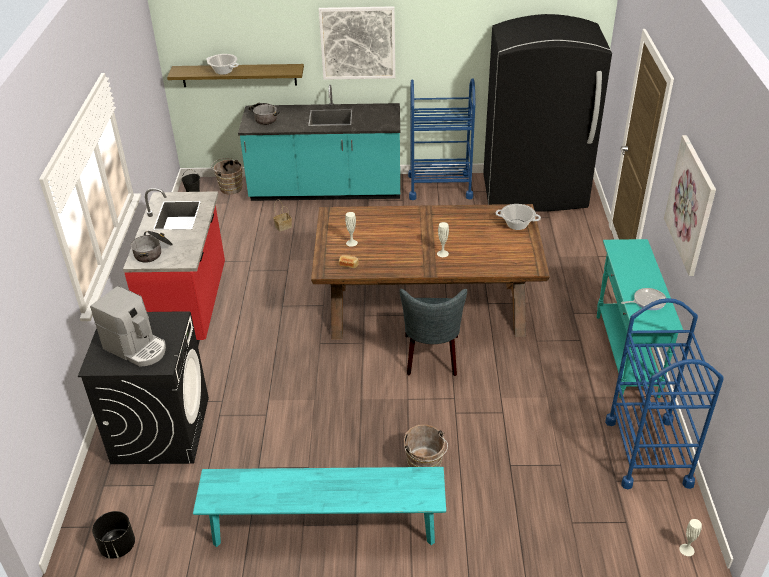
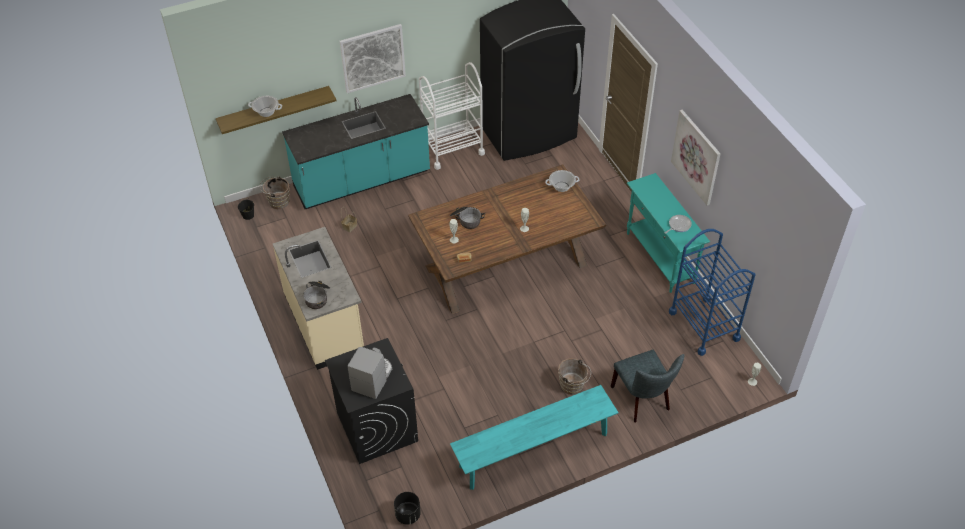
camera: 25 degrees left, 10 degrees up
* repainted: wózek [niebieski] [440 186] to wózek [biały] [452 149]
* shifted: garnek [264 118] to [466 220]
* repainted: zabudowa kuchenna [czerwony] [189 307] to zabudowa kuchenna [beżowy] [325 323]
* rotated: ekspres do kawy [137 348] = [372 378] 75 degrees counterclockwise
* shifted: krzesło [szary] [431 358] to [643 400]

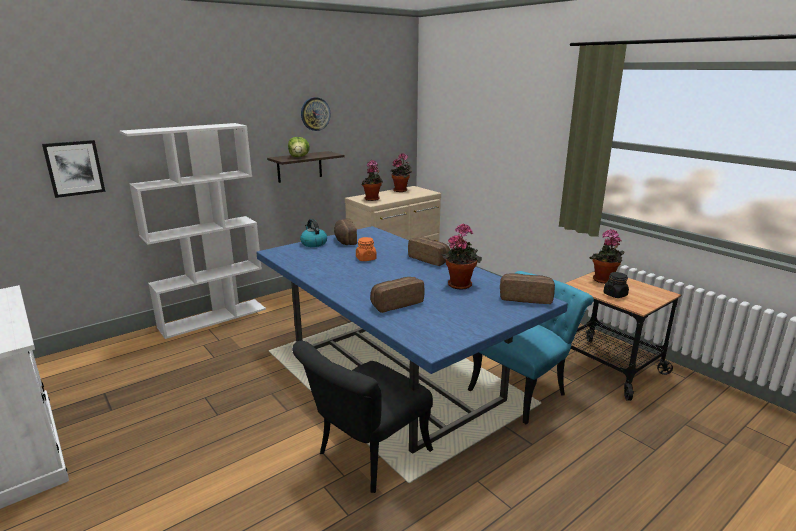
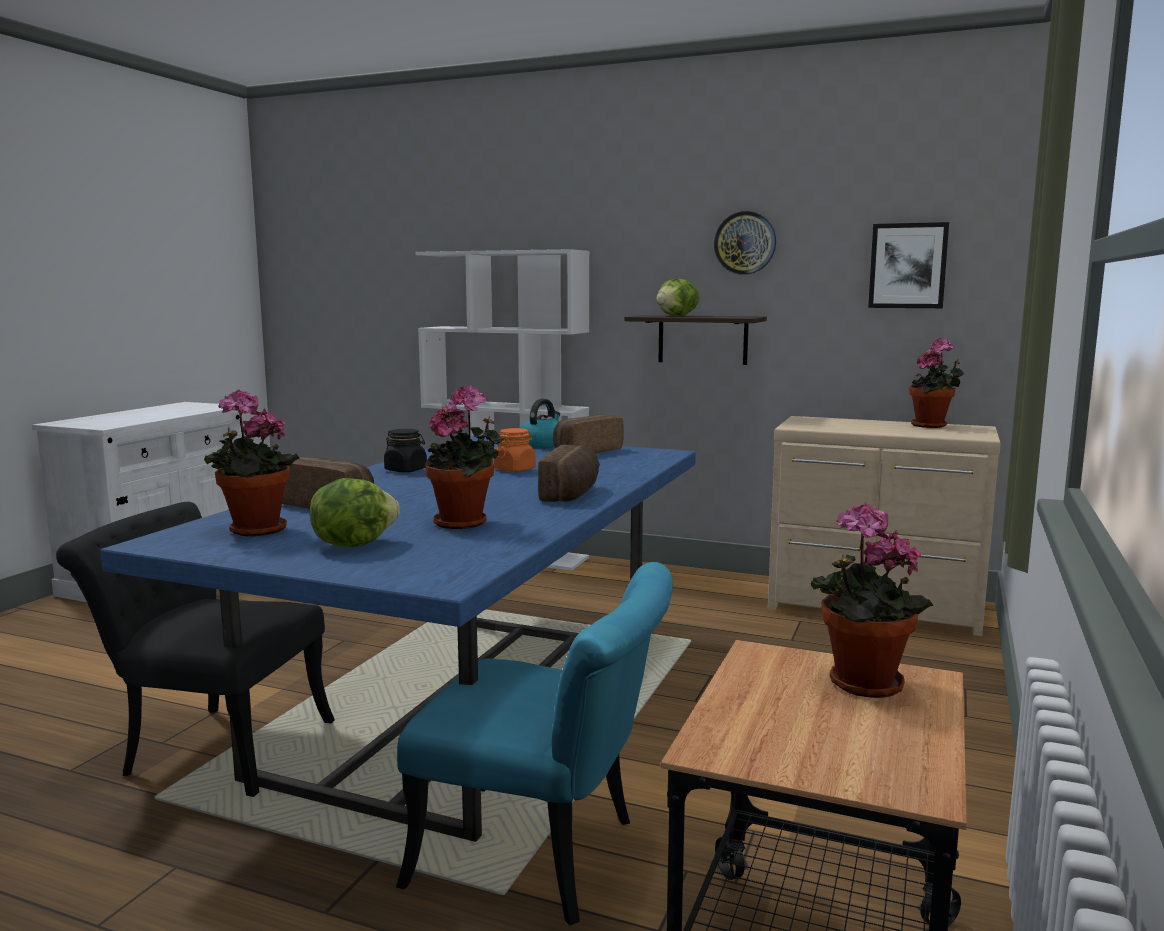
camera: 60 degrees right, 10 degrees down
* shifted: obraz [74 168] to [908 266]
* shifted: roślina doniczkowa [372 199] to [253 531]
* shifted: słoik [czarny] [615 294] to [406 470]
* gone: chleb [525 298]
* new: sałata [353 544]

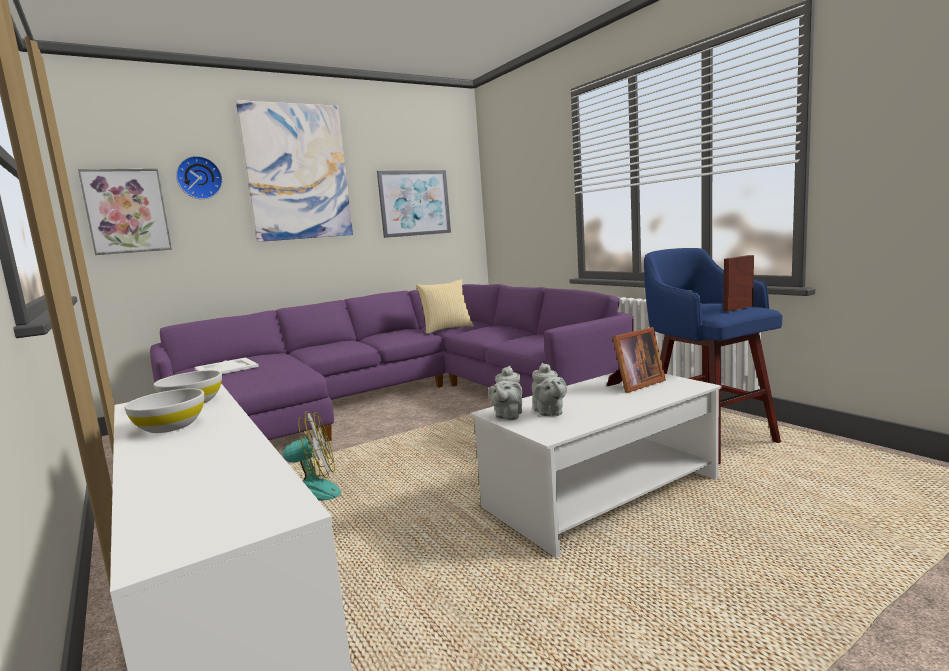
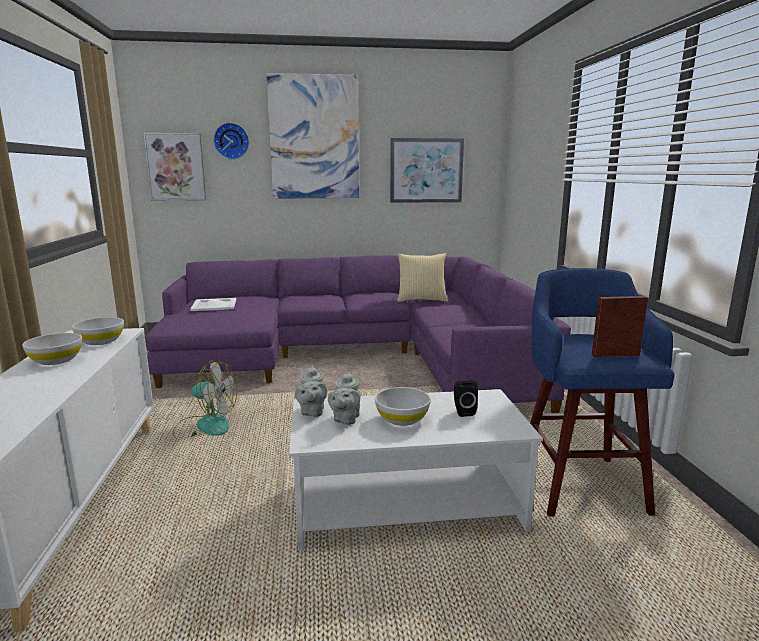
camera: 25 degrees right, 5 degrees up
* swapped: ramka na zdjęcie [634 385] to głośnik [czarny] [463 411]
* rotated: imbryk [szary] [508 416] = [312 412] 45 degrees counterclockwise
* new: miska [biały] [402 419]

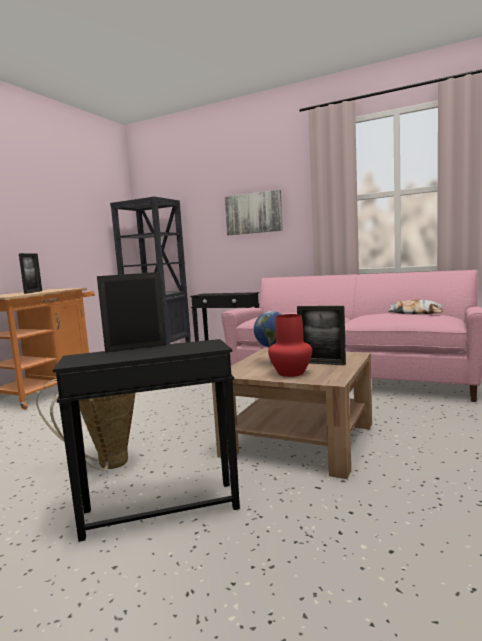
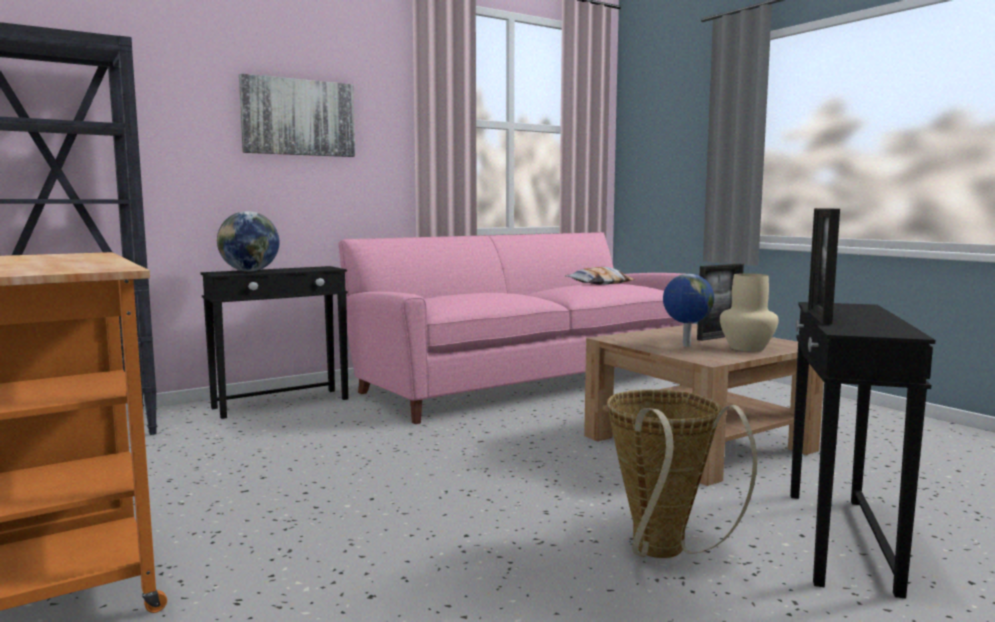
camera: 60 degrees left, 0 degrees up
* gone: ramka na zdjęcie [33 292]
* repainted: wazon [czerwony] [291 373] to wazon [beżowy] [747 348]
* new: globus [250 271]

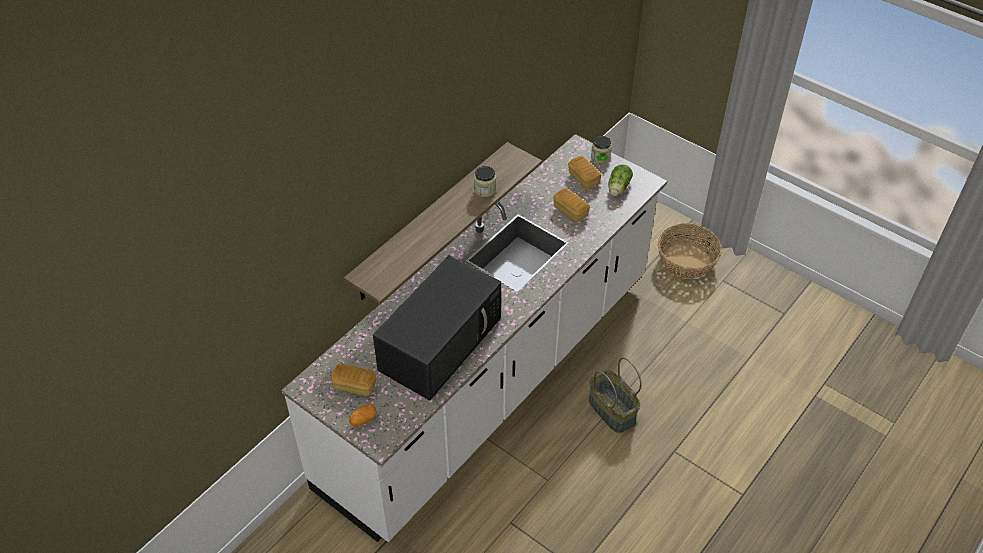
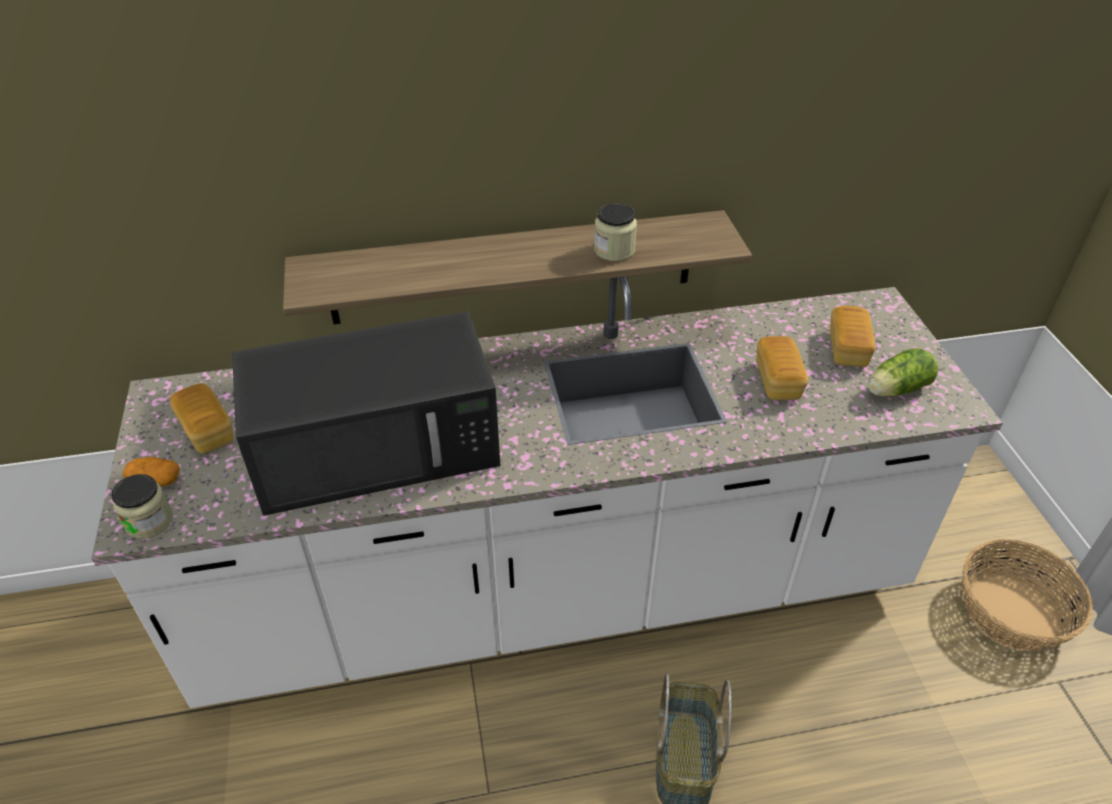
camera: 40 degrees right, 5 degrees down
* shifted: słoik [600 157] to [149 521]

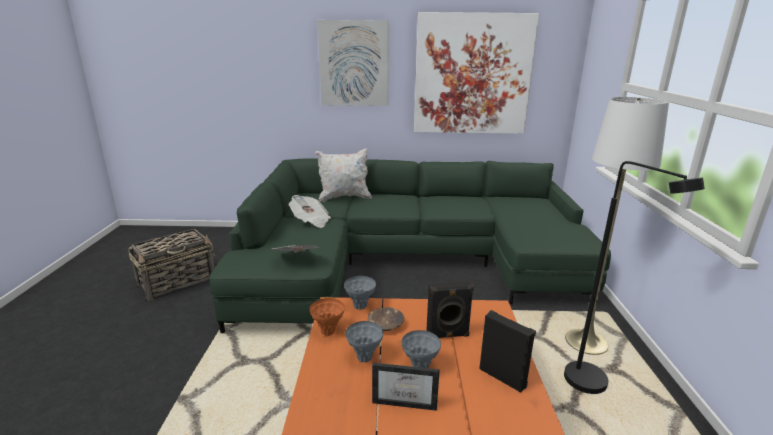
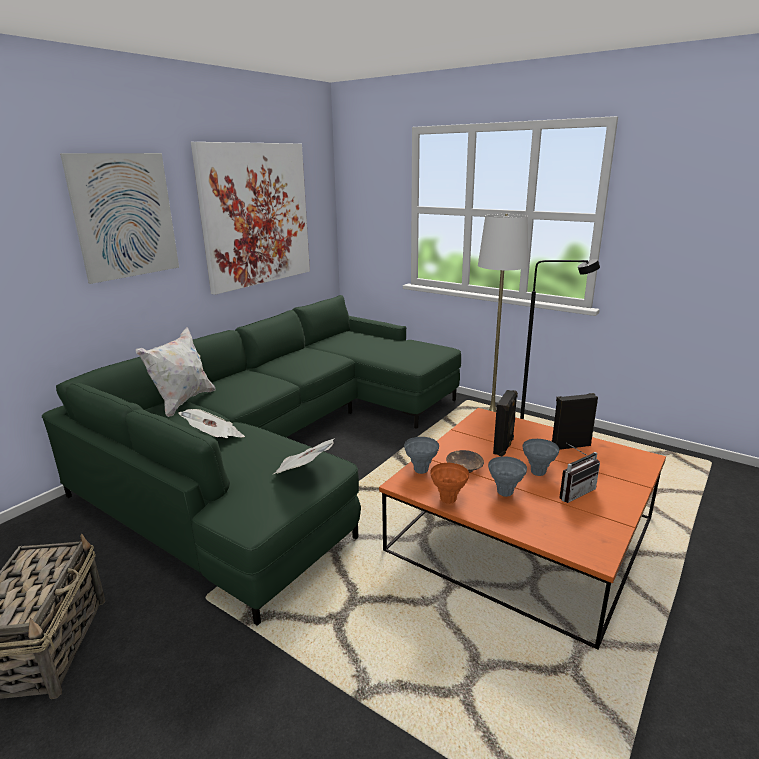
camera: 55 degrees left, 0 degrees up
* swapped: ramka na zdjęcie [406 400] to radio [573 491]

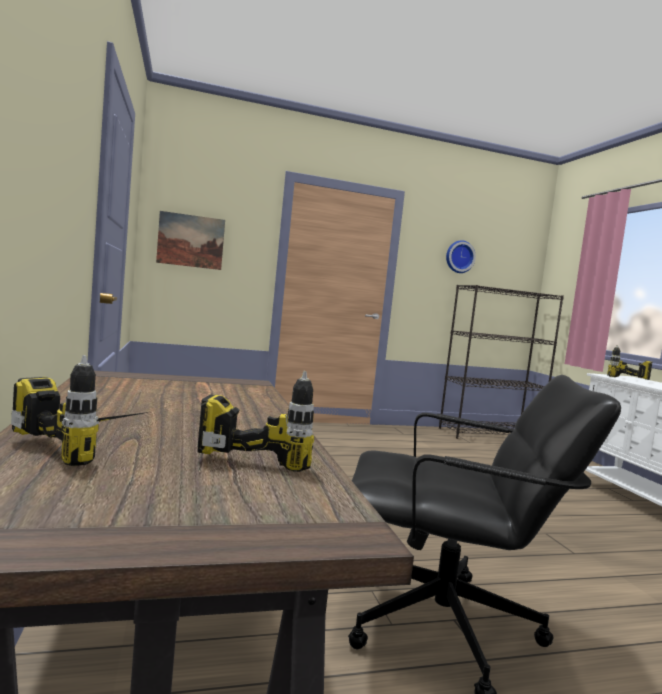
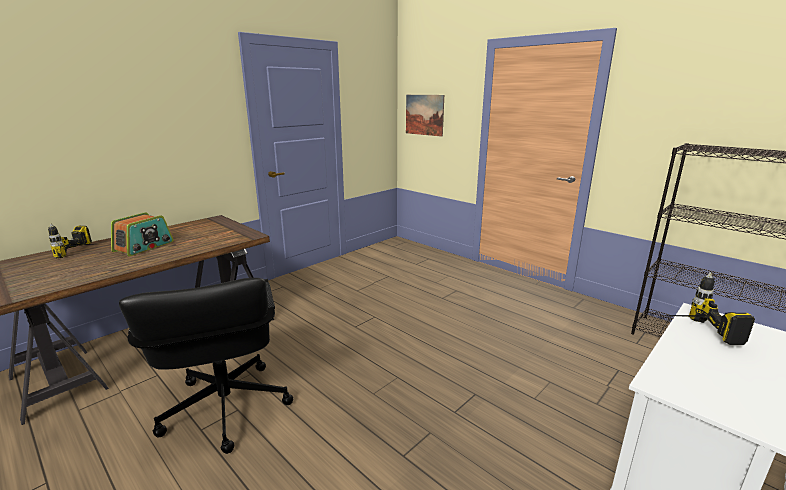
camera: 60 degrees right, 15 degrees up
* gone: zegar ścienny [459 257]
* gone: wiertarka [263 453]
* new: radio [144 246]

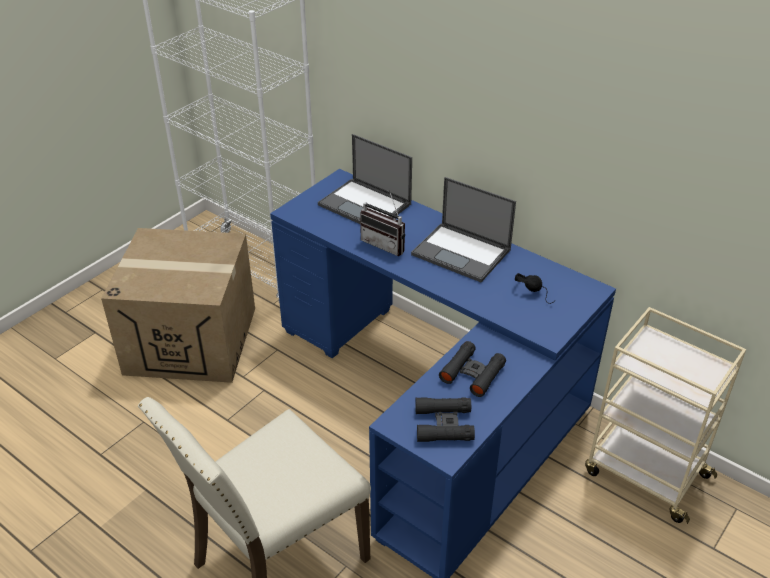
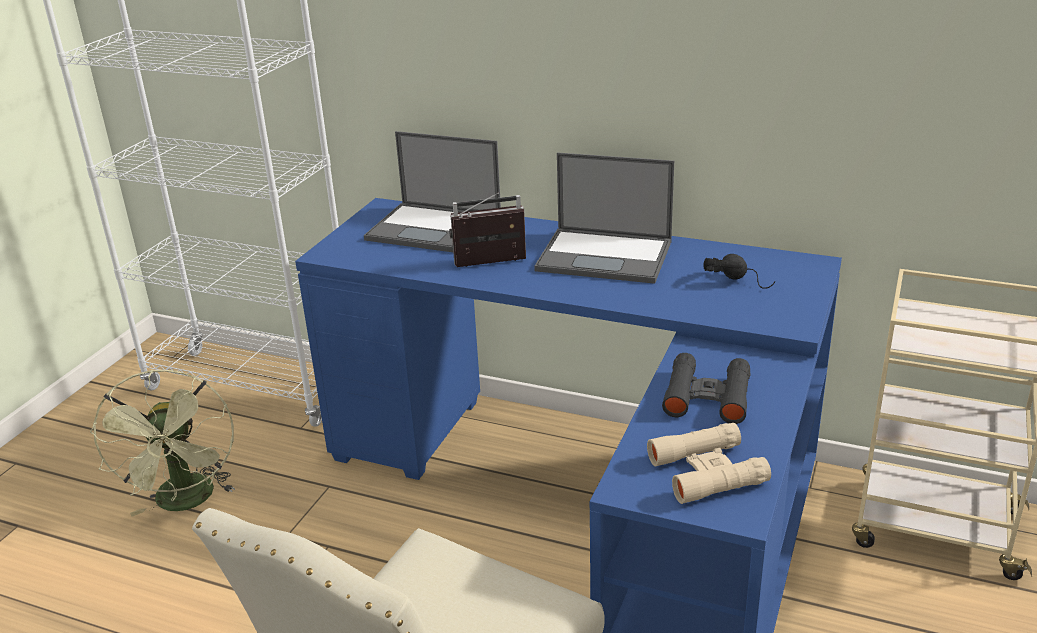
camera: 15 degrees left, 10 degrees down
* rotated: radio [386 244] = [490 265] 150 degrees clockwise
* swapped: karton [192 340] to wentylator [zielony] [186 502]
* repainted: lornetka [czarny] [444 424] to lornetka [beżowy] [707 471]

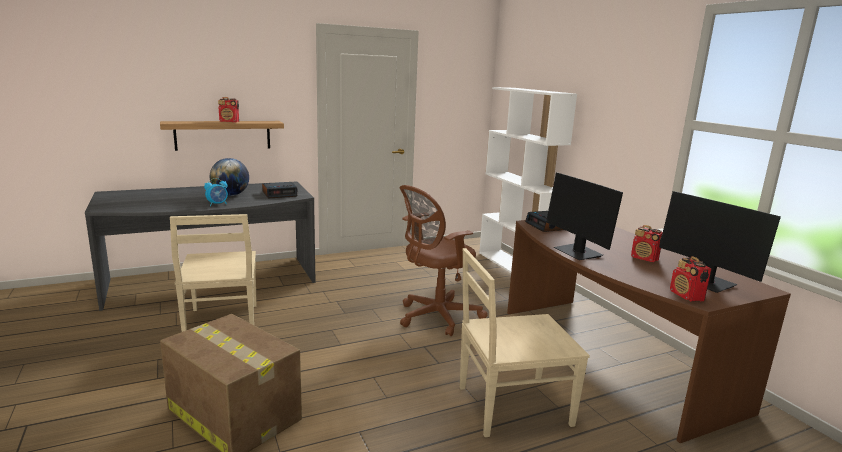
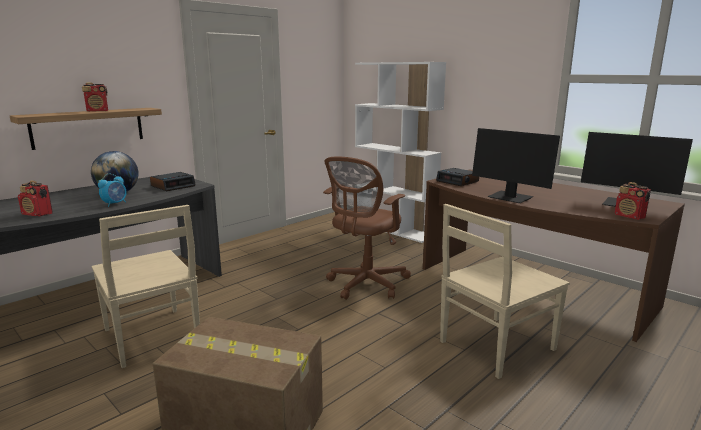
camera: 20 degrees left, 0 degrees up
* shifted: radio [644 259] to [37 214]

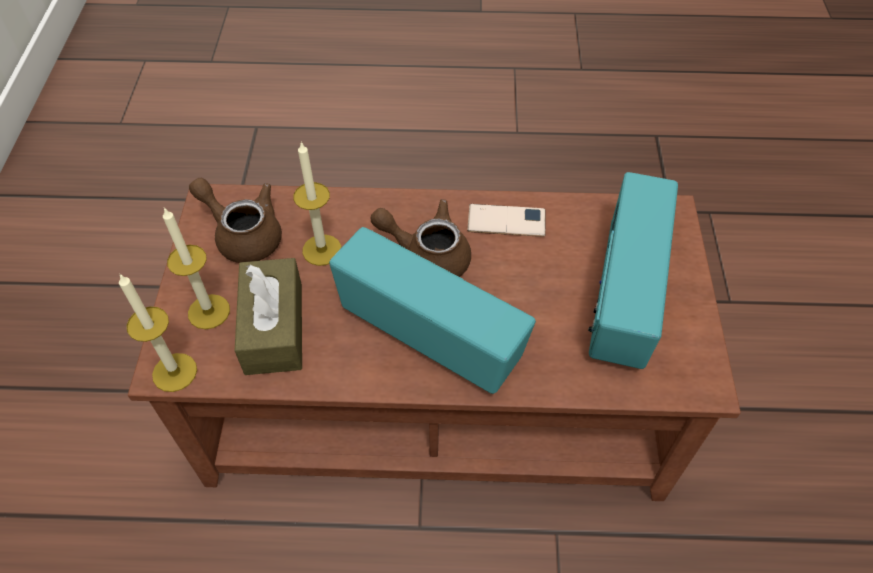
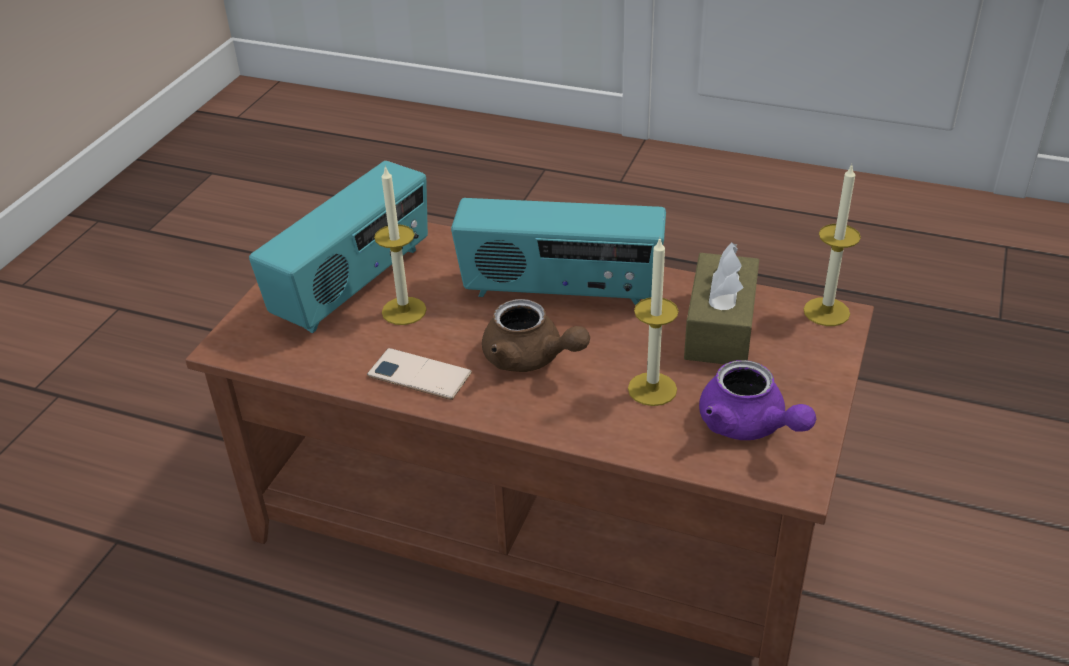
camera: 160 degrees left, 15 degrees down
* repainted: imbryk [brązowy] [243 234] to imbryk [fioletowy] [749 426]
* shifted: świeca [209 311] to [404 311]
* rotated: radio [431 336] = [560 292] 45 degrees counterclockwise

